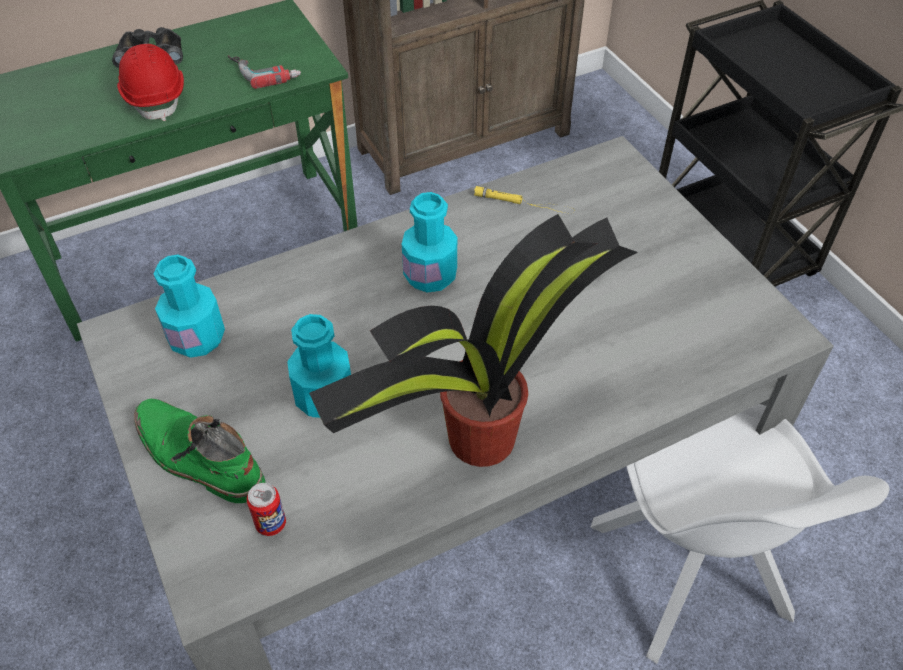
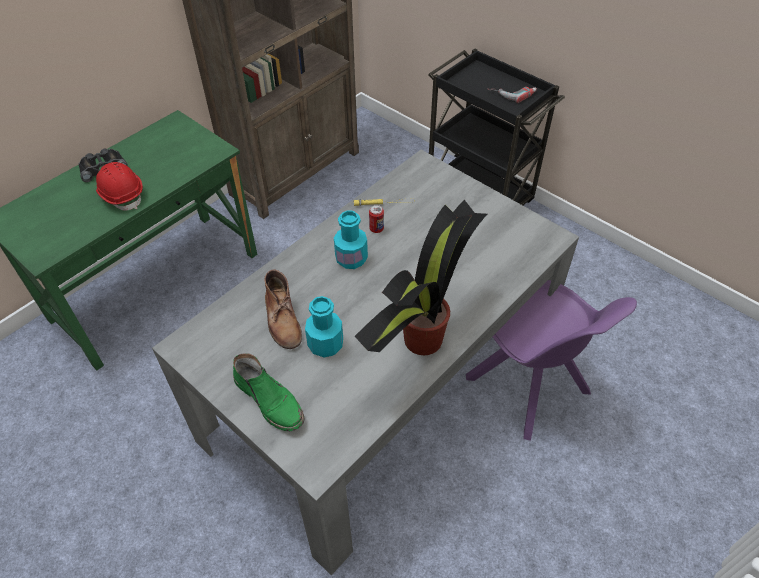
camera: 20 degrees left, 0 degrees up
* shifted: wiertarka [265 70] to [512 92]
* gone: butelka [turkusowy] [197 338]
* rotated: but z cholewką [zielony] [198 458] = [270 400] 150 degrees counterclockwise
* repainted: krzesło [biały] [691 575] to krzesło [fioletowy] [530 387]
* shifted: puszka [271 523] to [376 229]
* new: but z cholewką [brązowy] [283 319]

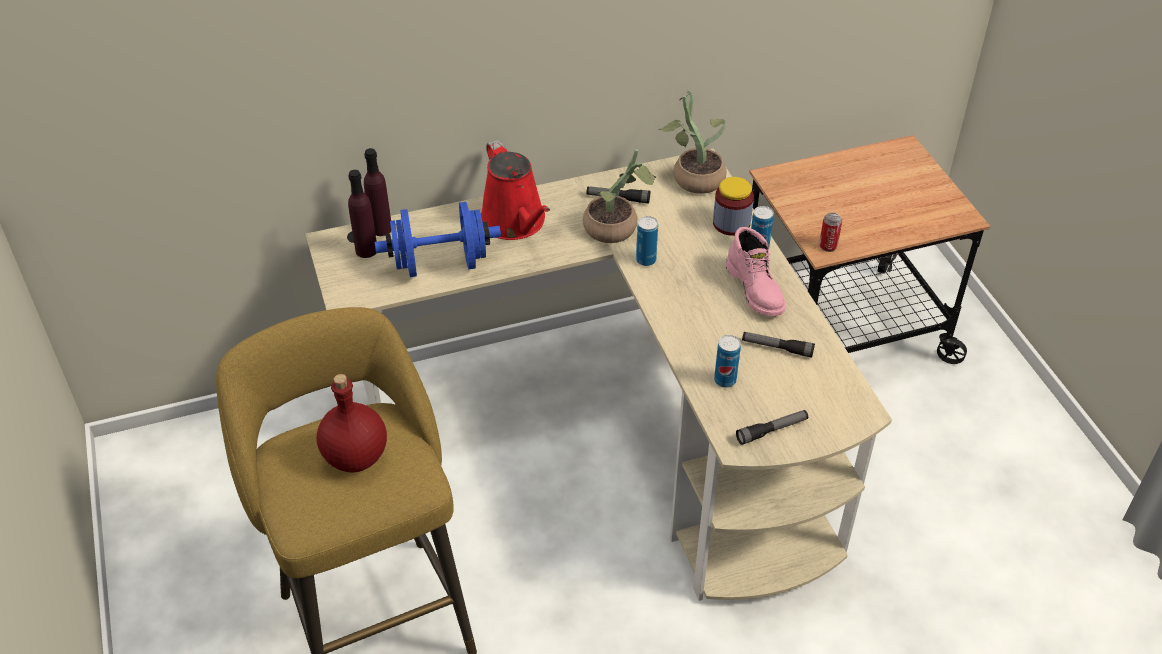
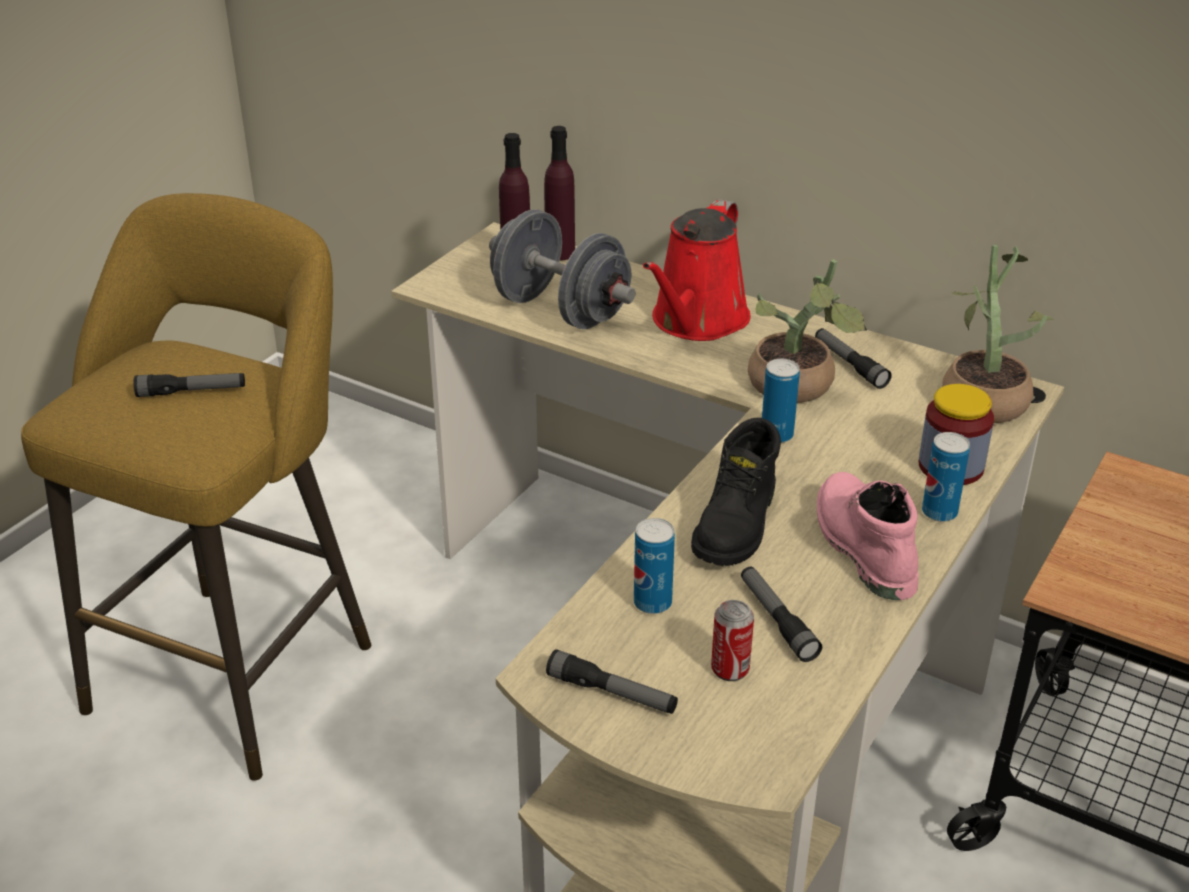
camera: 50 degrees right, 10 degrees down
* repainted: hantel [niebieski] [440 264] to hantel [szary] [560 310]
* shifted: puszka [828 246] to [730 669]
* rotated: but z cholewką [różowy] [756 289] = [861 547] 135 degrees clockwise
* swapped: butelka [czerwony] [355 456] to latarka [191 392]
* new: but z cholewką [czarny] [737 525]

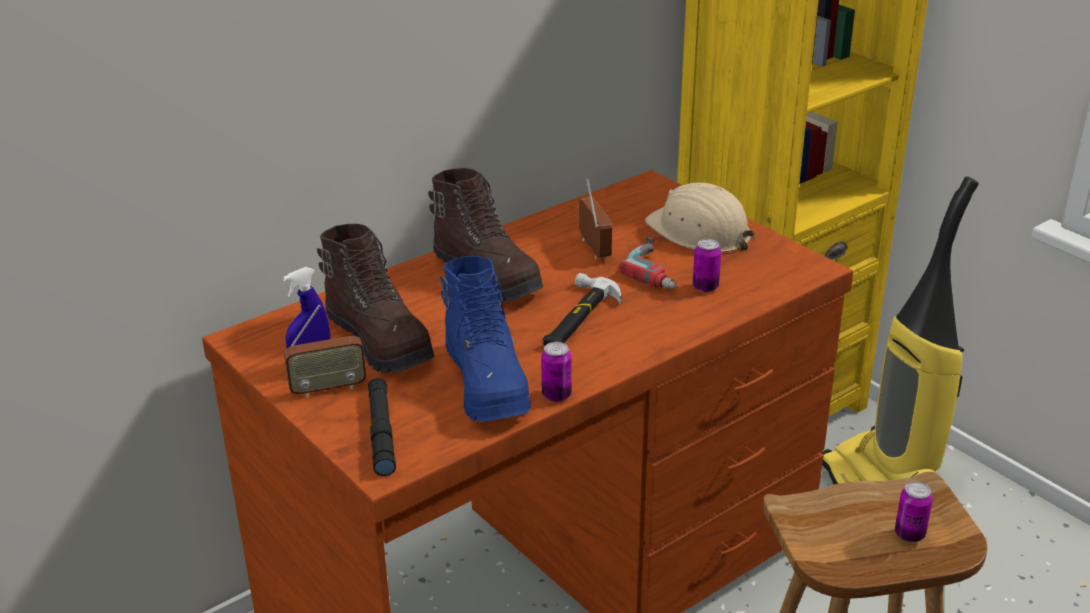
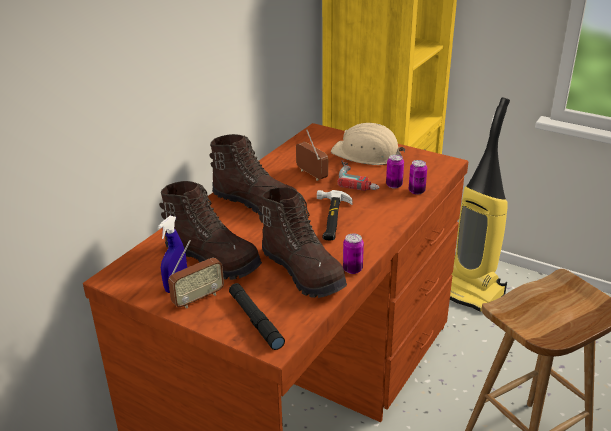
camera: 20 degrees left, 0 degrees up
* repainted: but z cholewką [niebieski] [487 384] to but z cholewką [brązowy] [303 272]
* shifted: puszka [909 534] to [416 191]

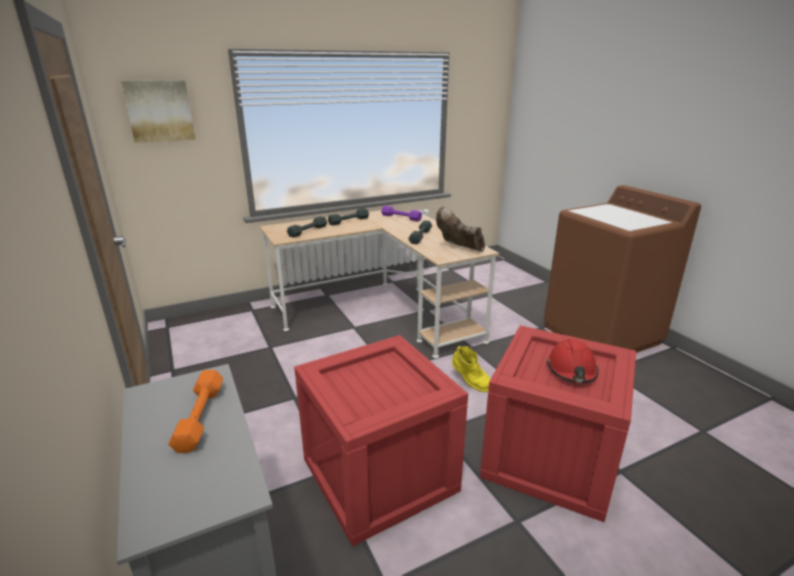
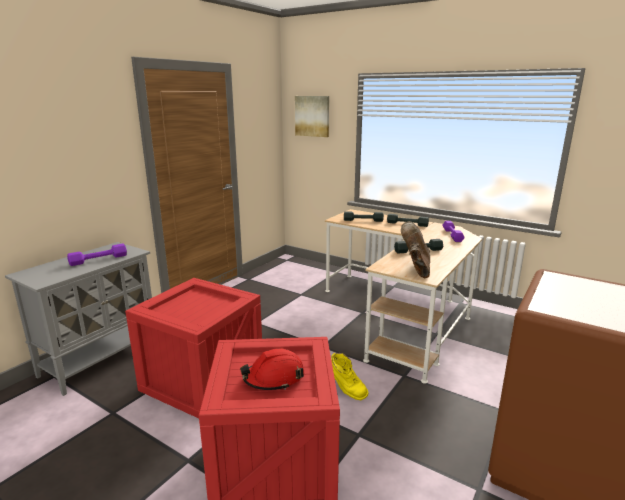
camera: 60 degrees right, 5 degrees down
* rotated: but z cholewką [żółty] [470 382] = [346 390] 60 degrees counterclockwise
* repainted: hantel [pomarańczowy] [200 416] to hantel [fioletowy] [98 260]

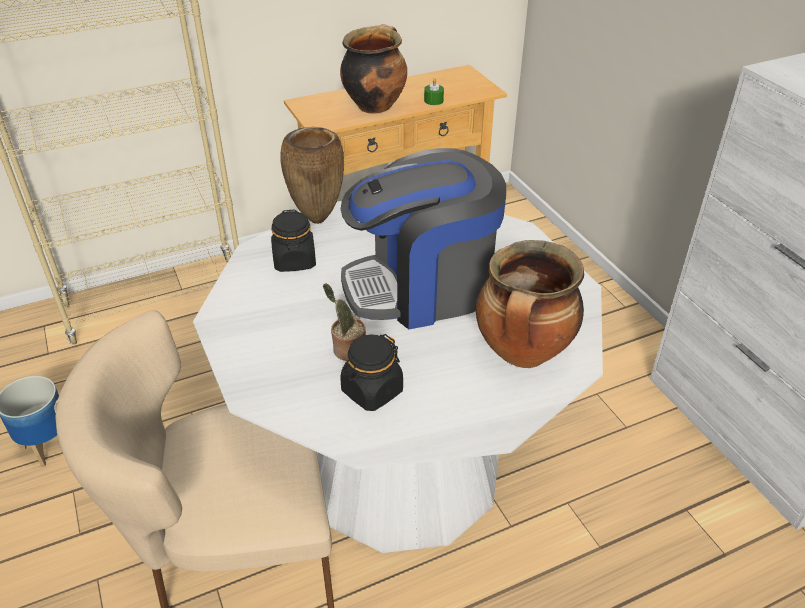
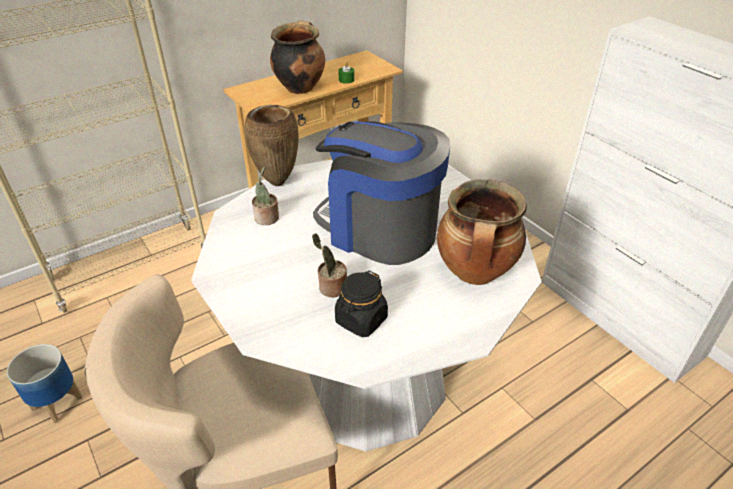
camera: 10 degrees left, 0 degrees up
* rotated: ekspres do kawy [422 287] = [379 229] 60 degrees clockwise
* swapped: słoik [czarny] [294 261] to roślina doniczkowa [267 219]

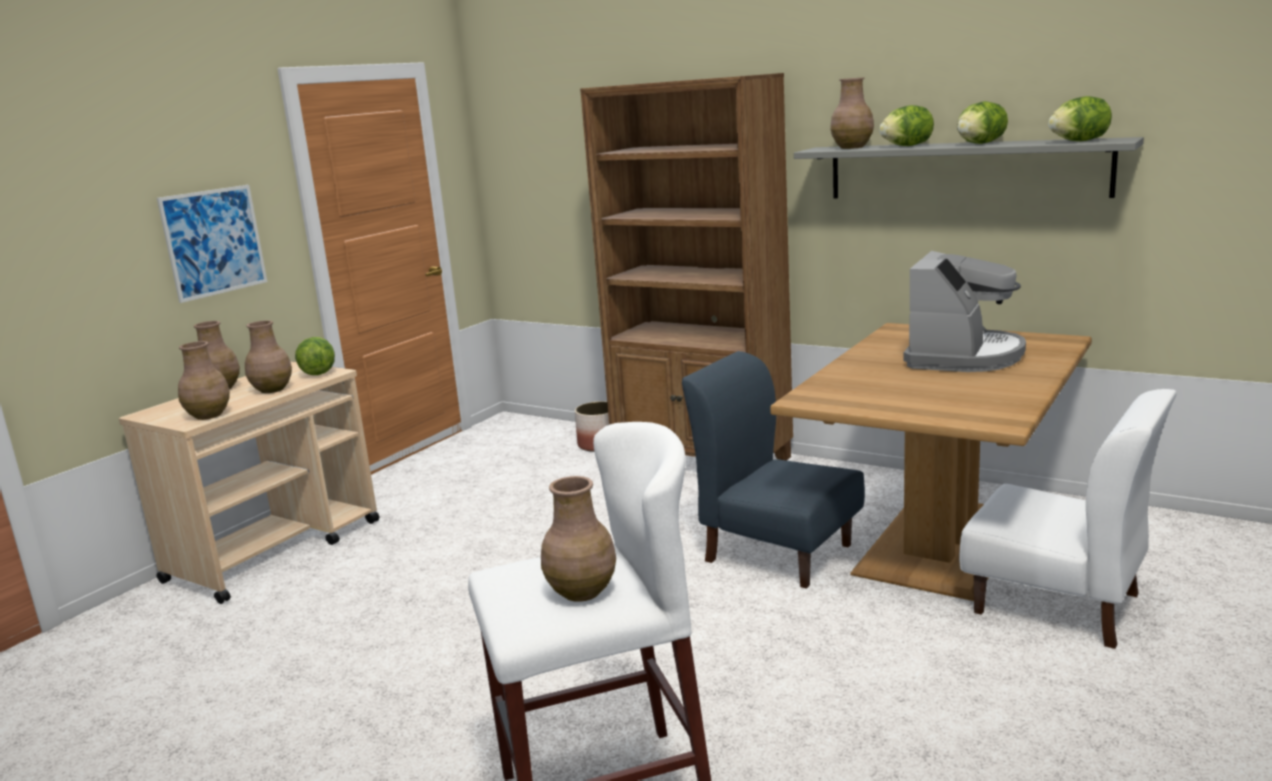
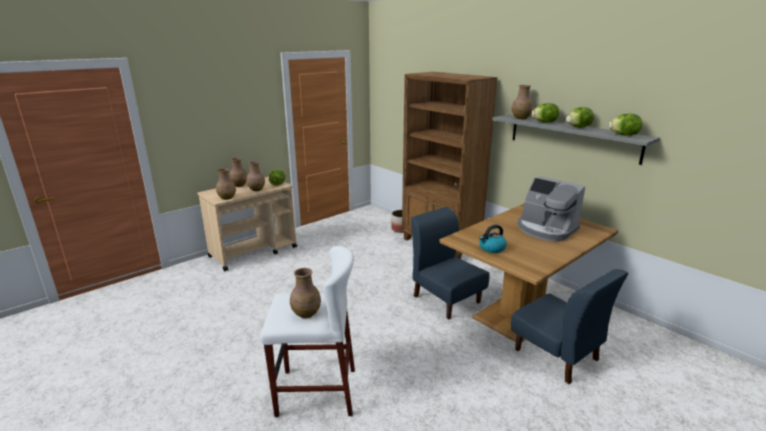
camera: 15 degrees right, 5 degrees up
* gone: obraz [214 242]
* rotated: ekspres do kawy [963 356] = [546 229] 90 degrees clockwise
* repainted: krzesło [biały] [1057 603] to krzesło [niebieski] [556 355]
* new: czajnik [491 248]

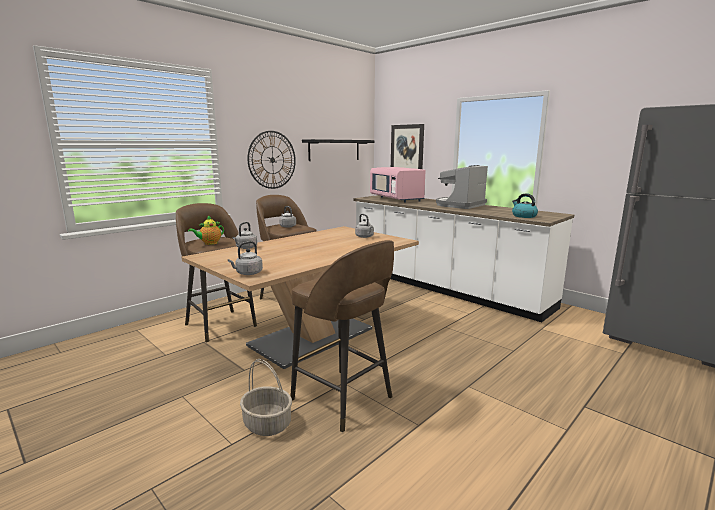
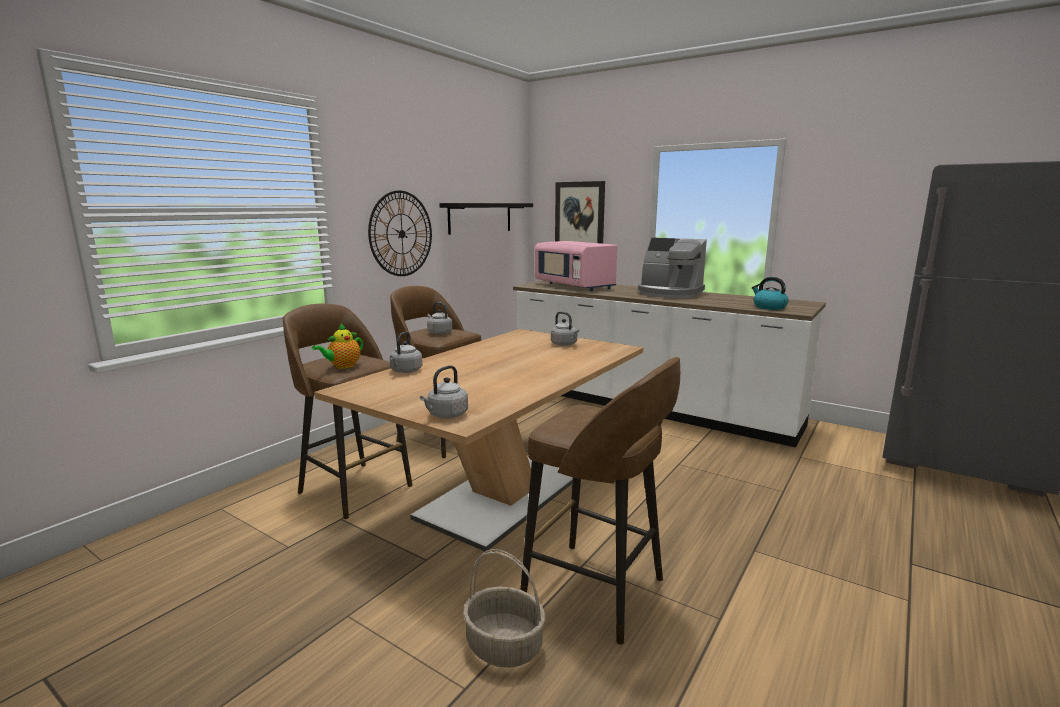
camera: 10 degrees left, 0 degrees up
* rotated: ekspres do kawy [460 205] = [669 293] 90 degrees counterclockwise

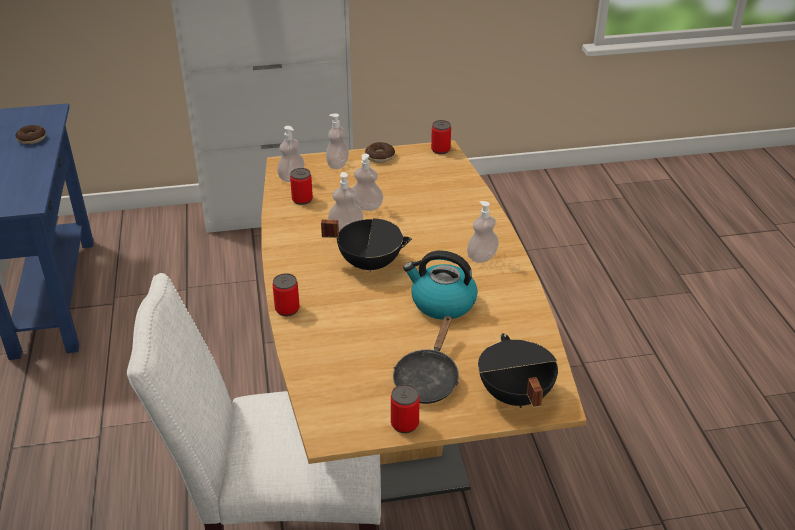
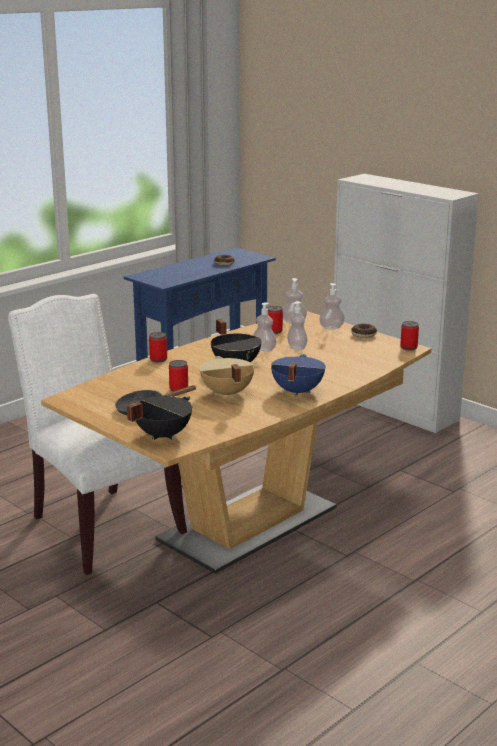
camera: 55 degrees right, 15 degrees down
* swapped: dozownik mydła [482 257] to garnek [niebieski] [296 391]
* swapped: czajnik [442 303] to garnek [beżowy] [226 393]
* shifted: puszka [404 424] to [179 389]

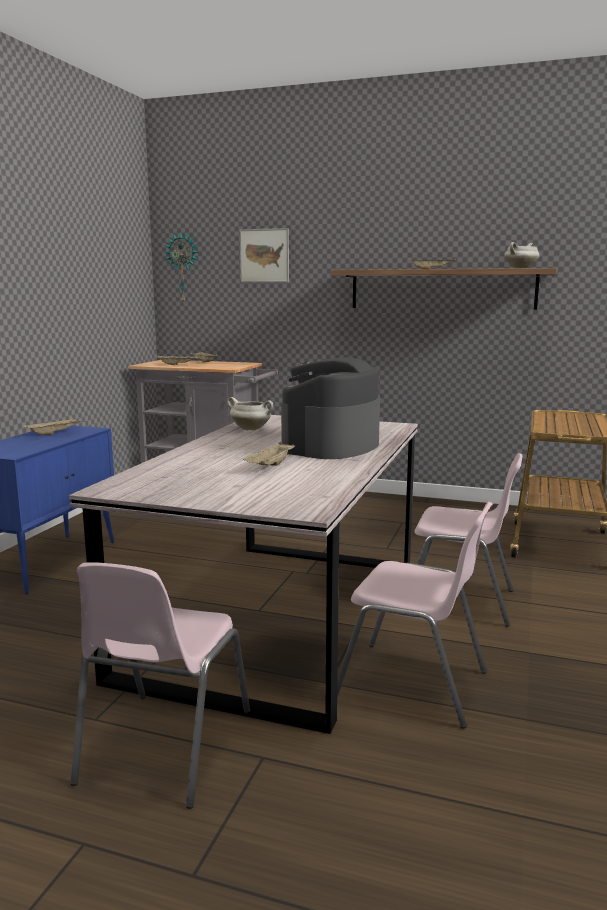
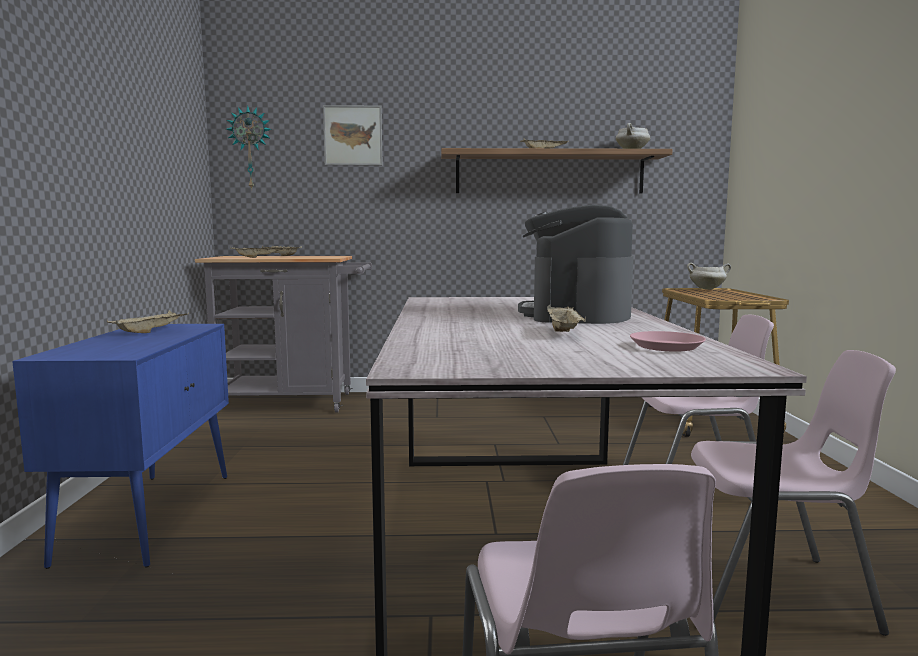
camera: 20 degrees left, 5 degrees down
* shifted: garnek [biały] [251 429] to [707 289]
* new: talerz [różowy] [667 346]

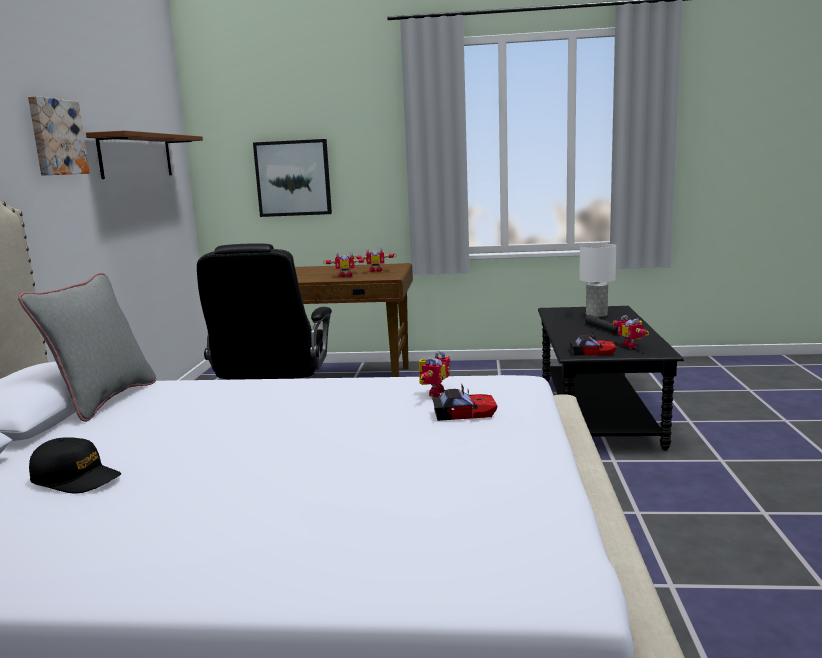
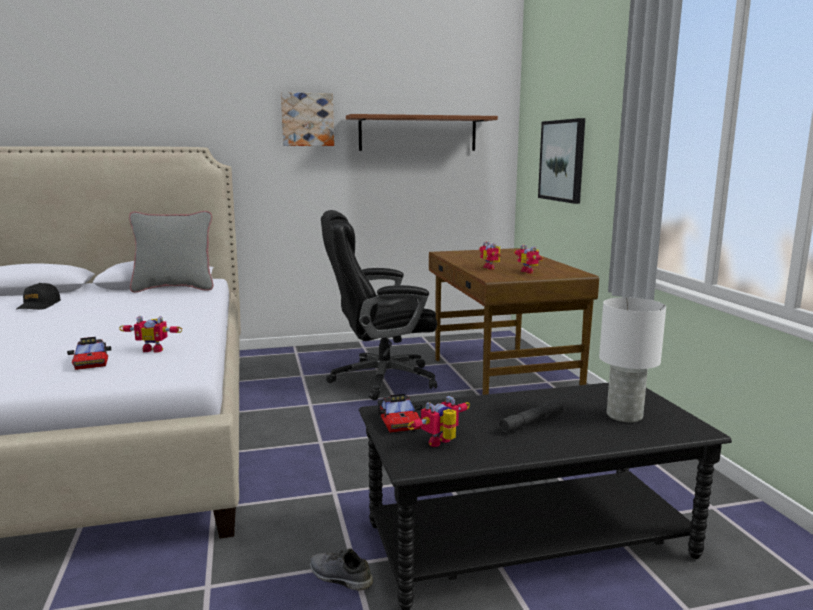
camera: 70 degrees right, 0 degrees up
* new: but [szary] [339 578]

